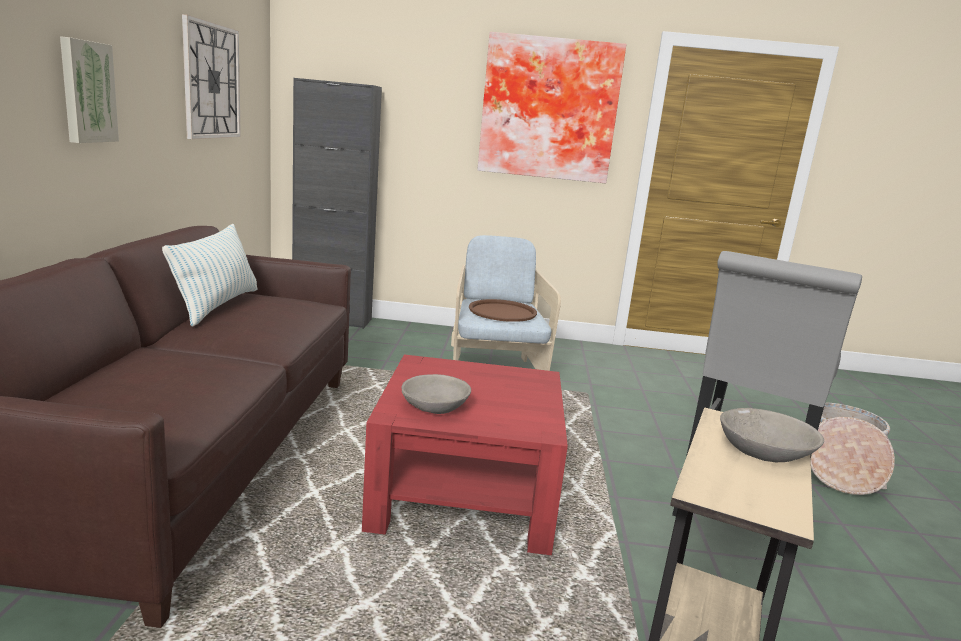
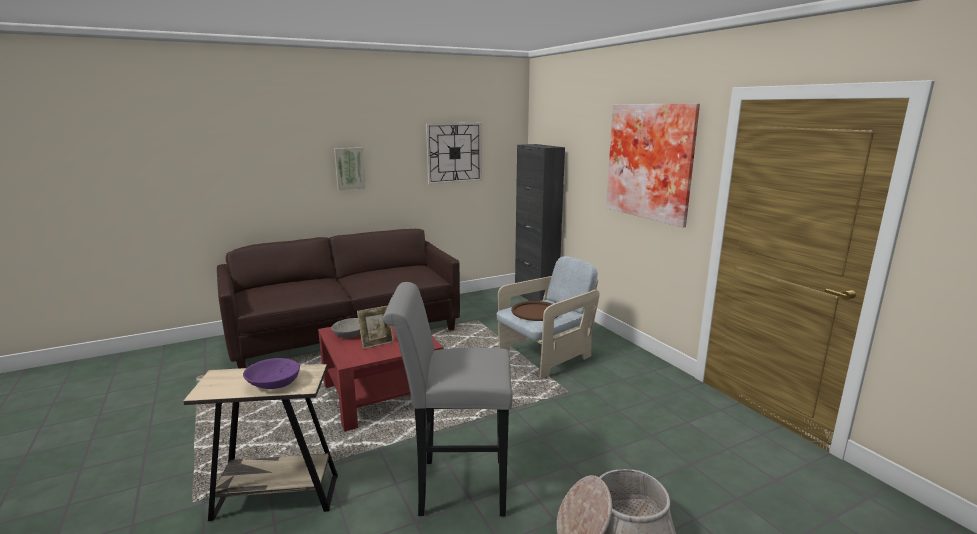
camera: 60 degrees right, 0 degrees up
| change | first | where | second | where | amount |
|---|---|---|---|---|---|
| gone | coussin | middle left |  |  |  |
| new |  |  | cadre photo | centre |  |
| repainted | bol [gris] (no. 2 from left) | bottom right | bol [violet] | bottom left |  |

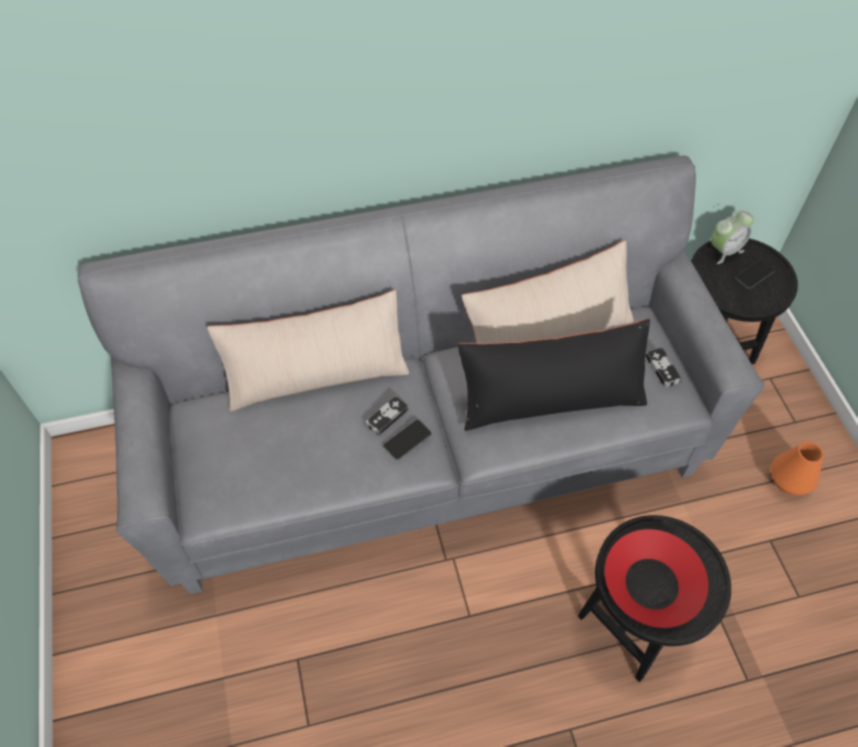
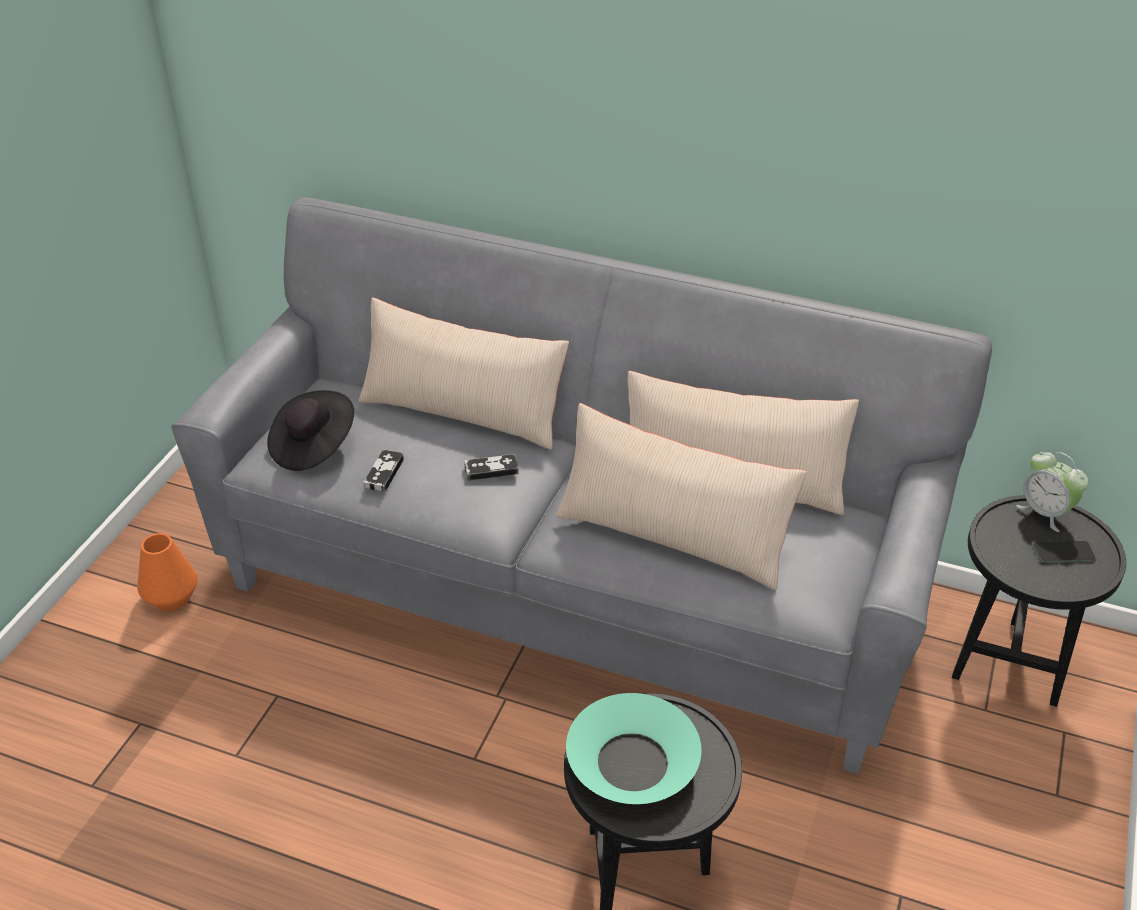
camera: 35 degrees right, 15 degrees down
| change | first | where | second | where | amount |
|---|---|---|---|---|---|
| gone | téléphone (no. 1 from left) | centre |  |  |  |
| new |  |  | chapeau [noir] | middle left |  |
| shifted | manette (no. 2 from left in the first image) | middle right | manette (no. 1 from left) | centre |  |
| shifted | vase [orange] | middle right |  | middle left |  |
| repainted | coussin [noir] | centre | coussin [beige] (no. 2 from left) | centre |  |
| repainted | bol [rouge] | bottom right | bol [turquoise] | bottom centre |  |
| rotated | réveil | top right |  | middle right | 45 degrees clockwise |

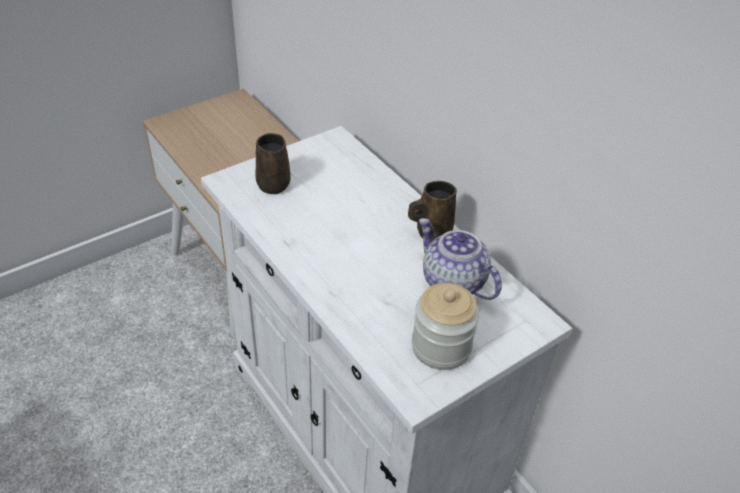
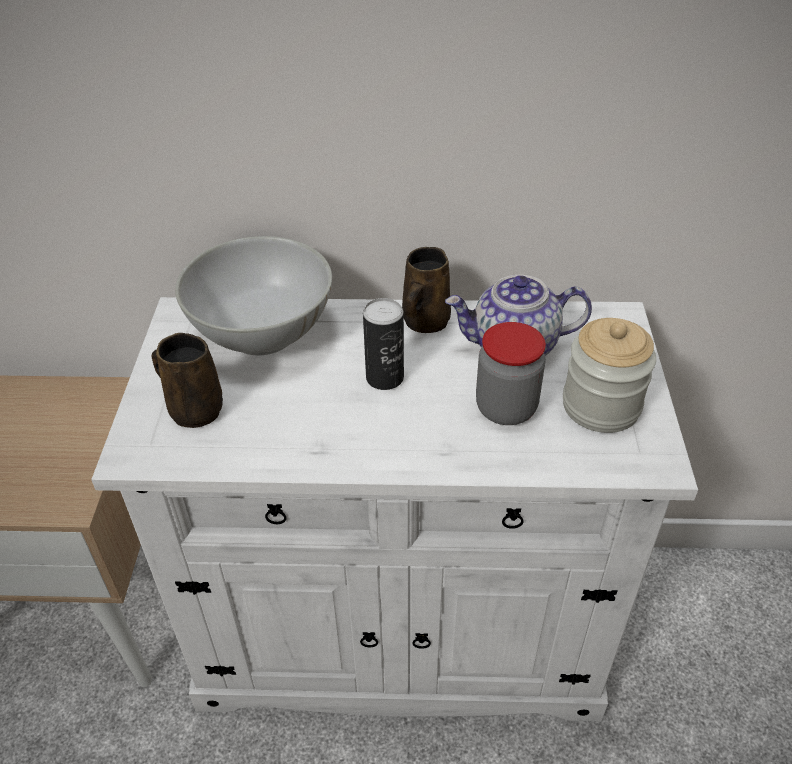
camera: 50 degrees left, 0 degrees up
| change | first | where | second | where | amount |
|---|---|---|---|---|---|
| new |  |  | bol [blanc] | middle left |  |
| new |  |  | boîte métallique | centre |  |
| new |  |  | bocal (no. 1 from left) | centre |  |

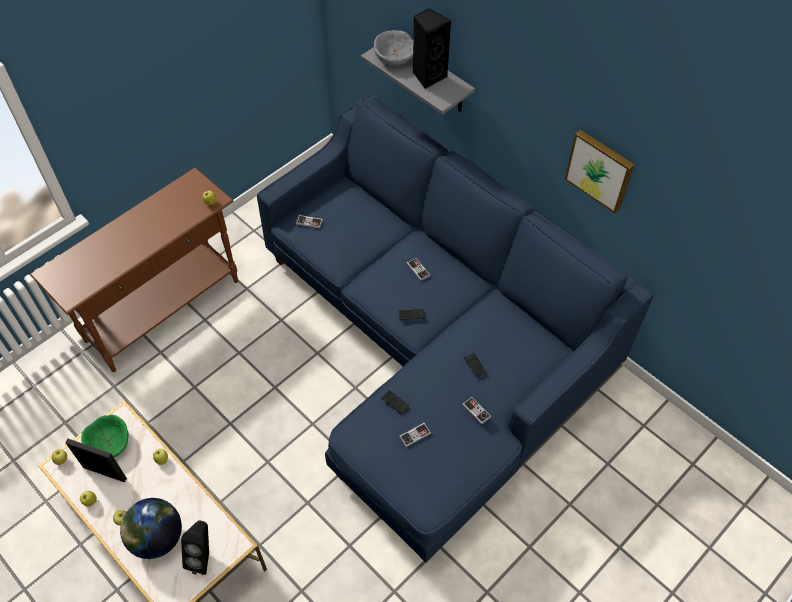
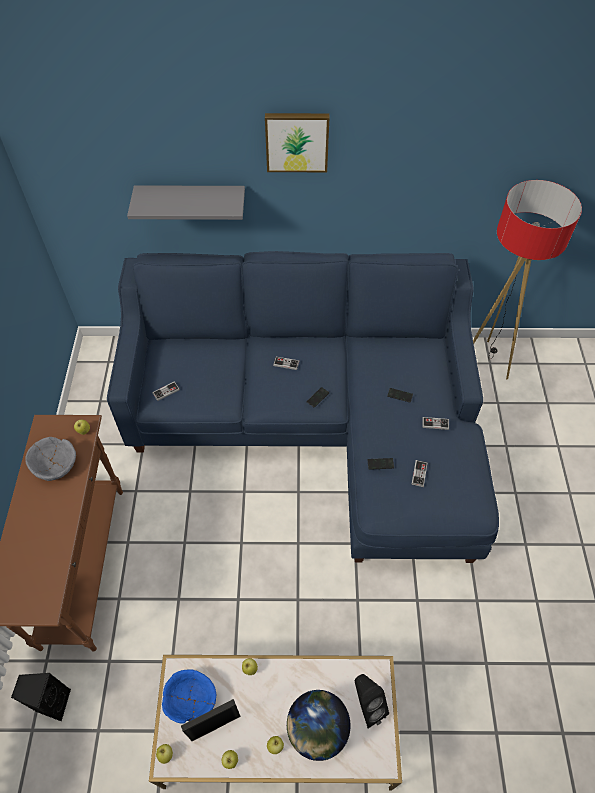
camera: 45 degrees left, 0 degrees up
| change | first | where | second | where | amount |
|---|---|---|---|---|---|
| new |  |  | lampadaire | middle right |  |
| shifted | bol [gris] | top centre |  | middle left |  |
| shifted | enceinte [noir] (no. 2 from left in the first image) | top centre | enceinte [noir] (no. 1 from left) | bottom left |  |
| shifted | tableau | top right |  | top centre |  |
| repainted | bol [vert] | bottom left | bol [bleu] | bottom left |  |

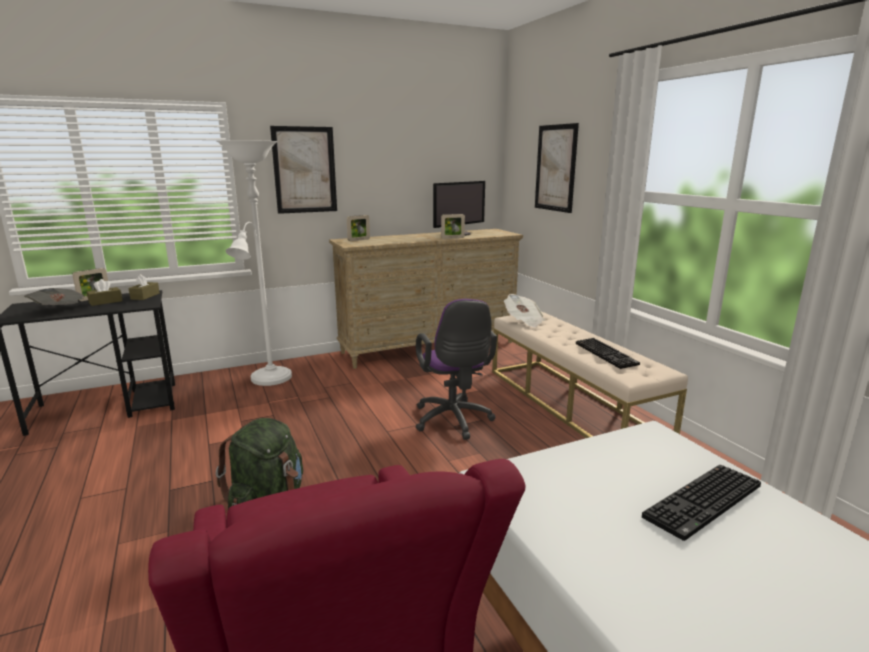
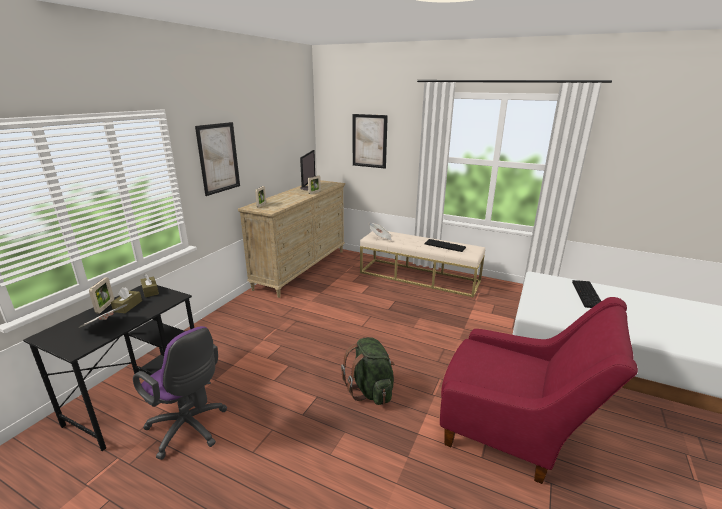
camera: 40 degrees left, 5 degrees up
| change | first | where | second | where | amount |
|---|---|---|---|---|---|
| gone | lampadaire [blanc] | middle left |  |  |  |
| shifted | chaise de bureau [violet] | centre |  | bottom left |  |

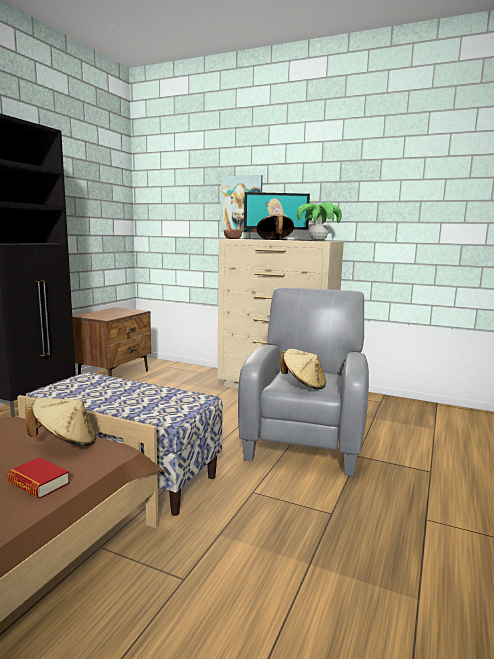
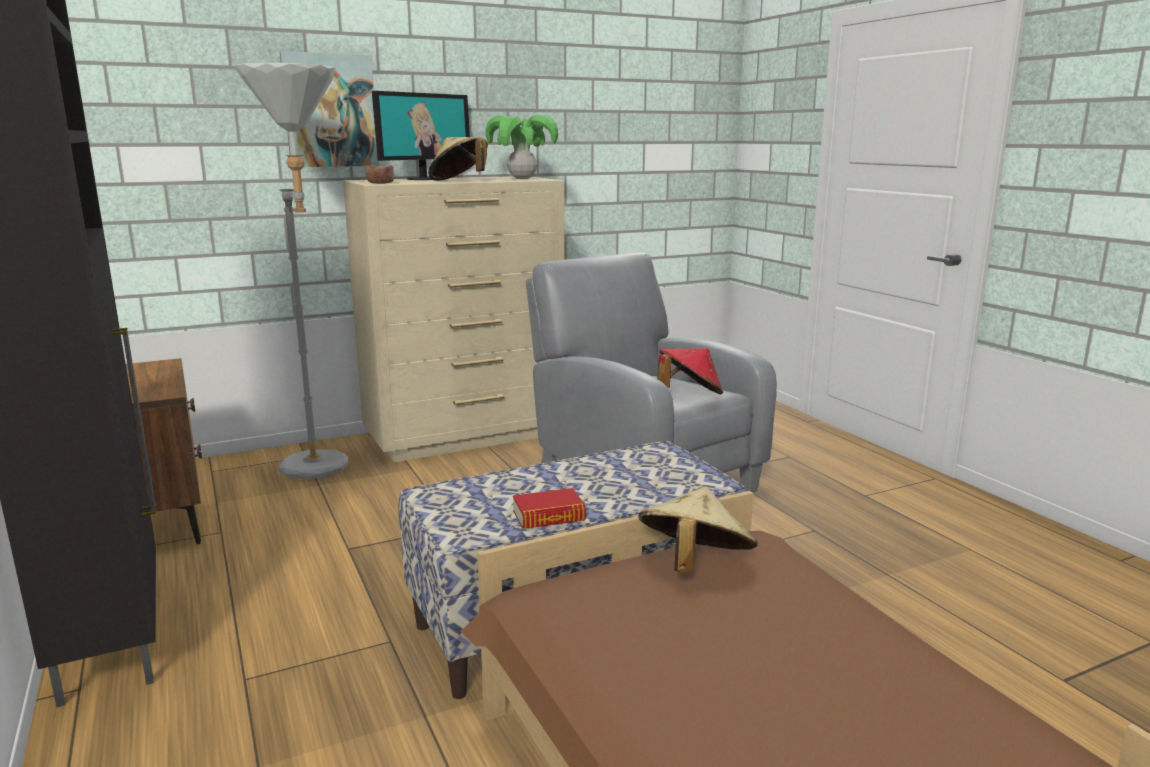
camera: 50 degrees left, 5 degrees up
| change | first | where | second | where | amount |
|---|---|---|---|---|---|
| new |  |  | lampadaire [gris] | middle left |  |
| shifted | livre | bottom left |  | centre |  |
| repainted | chapeau [beige] (no. 3 from left) | centre | chapeau [rouge] | centre |  |

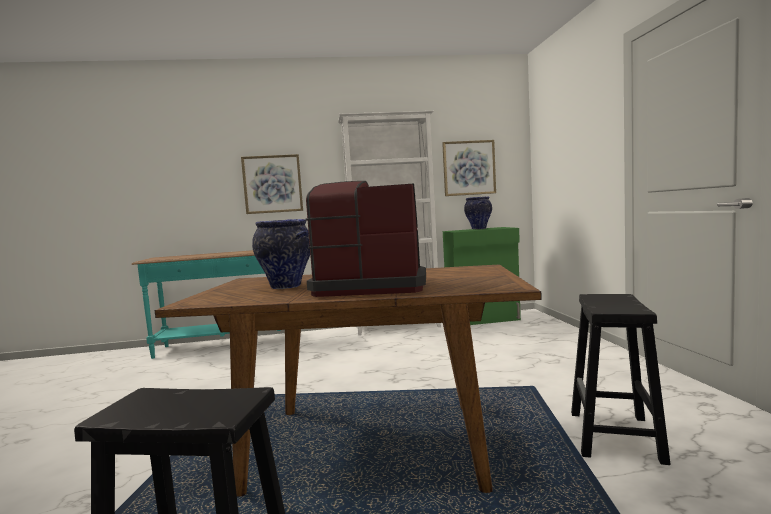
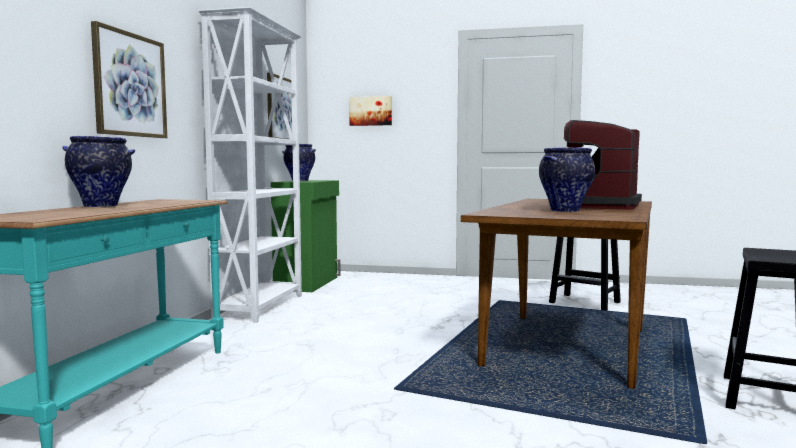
camera: 70 degrees left, 0 degrees up
| change | first | where | second | where | amount |
|---|---|---|---|---|---|
| new |  |  | vase (no. 1 from left) | middle left |  |
| new |  |  | tableau (no. 3 from left) | top centre |  |

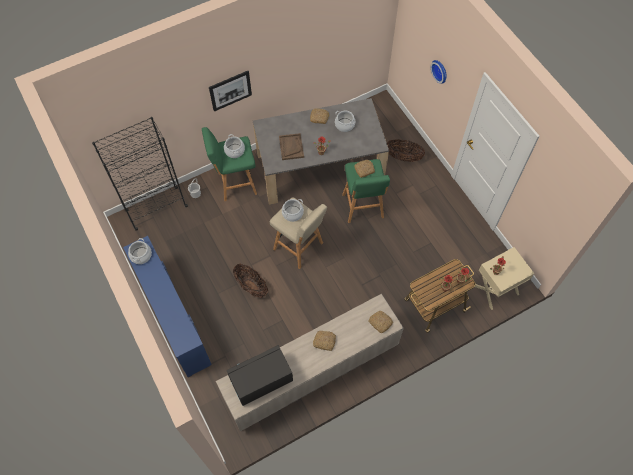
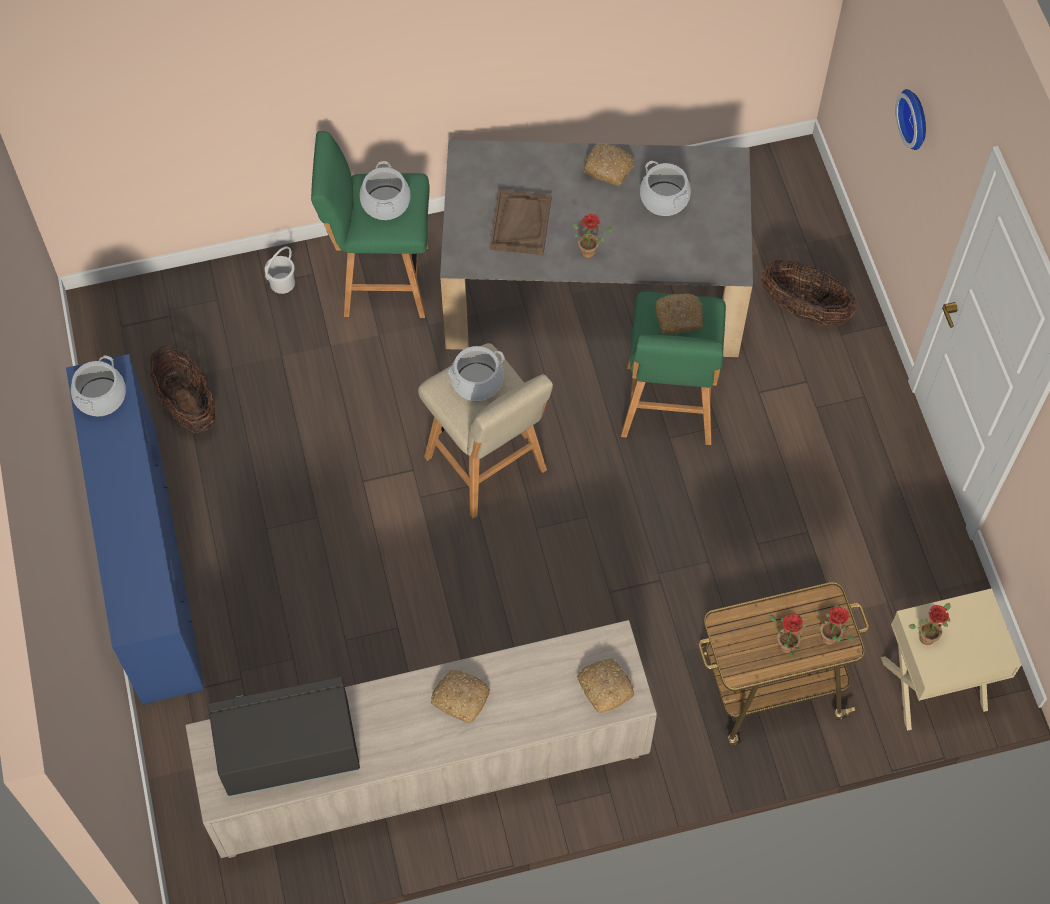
camera: 15 degrees right, 0 degrees up
| change | first | where | second | where | amount |
|---|---|---|---|---|---|
| gone | bibliothèque [noir] | middle left |  |  |  |
| gone | tableau | top centre |  |  |  |
| shifted | panier (no. 1 from left) | centre |  | middle left |  |

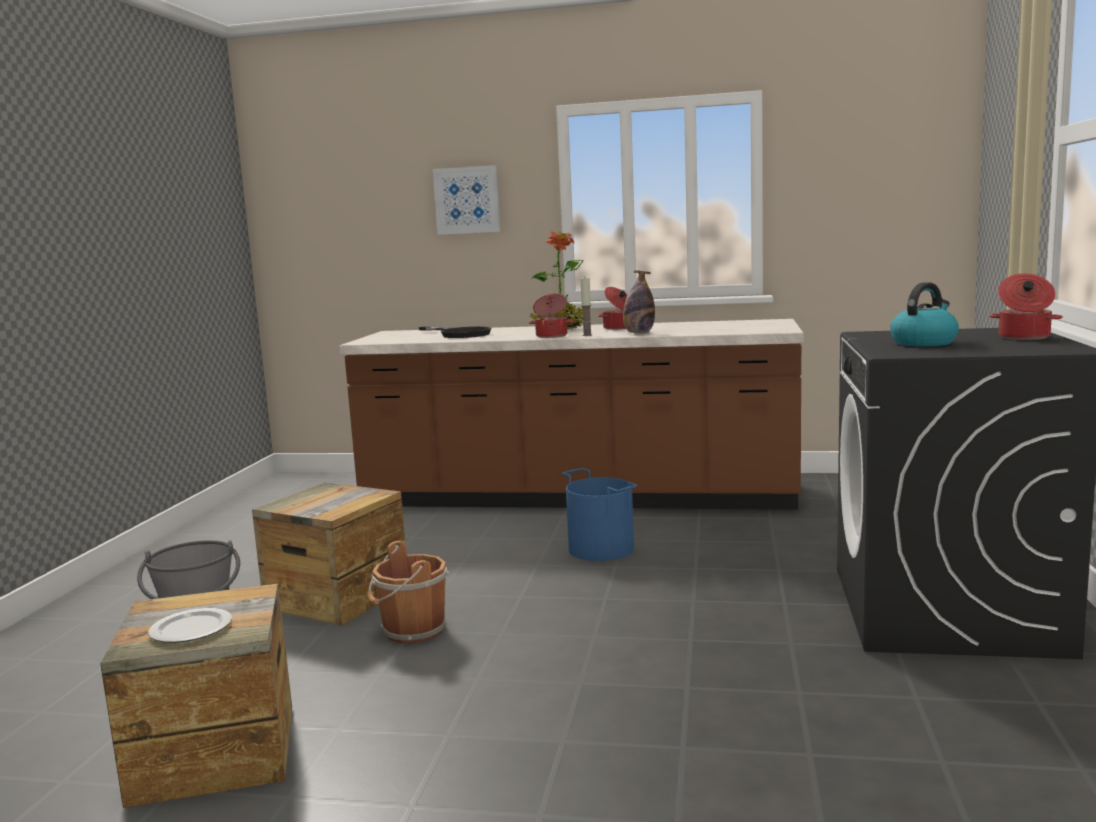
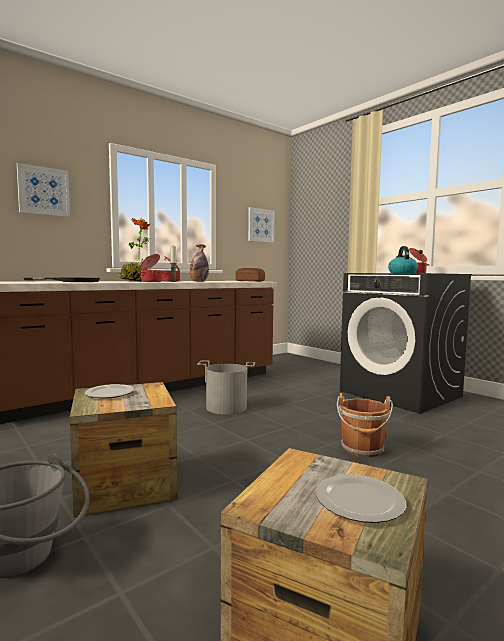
camera: 50 degrees left, 5 degrees down
| change | first | where | second | where | amount |
|---|---|---|---|---|---|
| new |  |  | assiette (no. 1 from left) | middle left |  |
| new |  |  | pain | centre |  |
| new |  |  | tableau (no. 2 from left) | centre |  |
| shifted | seau [marron] | bottom centre |  | middle right |  |
| repainted | seau [bleu] | centre | seau [gris] (no. 2 from left) | centre |  |

